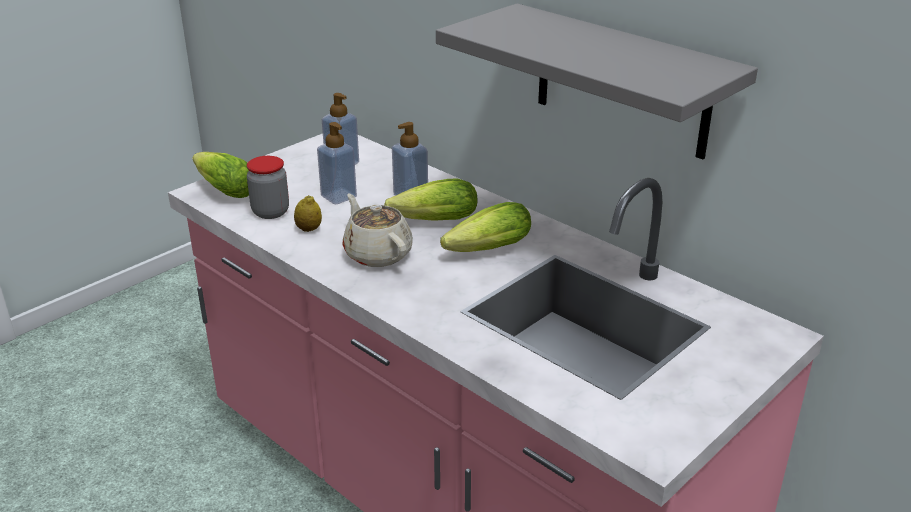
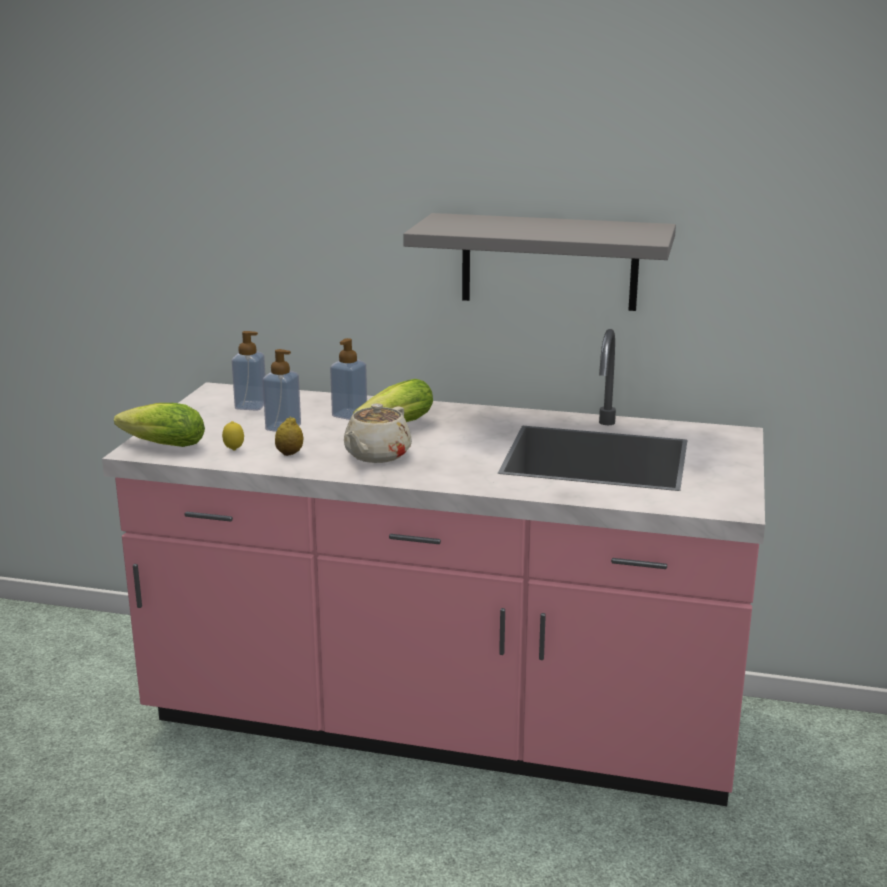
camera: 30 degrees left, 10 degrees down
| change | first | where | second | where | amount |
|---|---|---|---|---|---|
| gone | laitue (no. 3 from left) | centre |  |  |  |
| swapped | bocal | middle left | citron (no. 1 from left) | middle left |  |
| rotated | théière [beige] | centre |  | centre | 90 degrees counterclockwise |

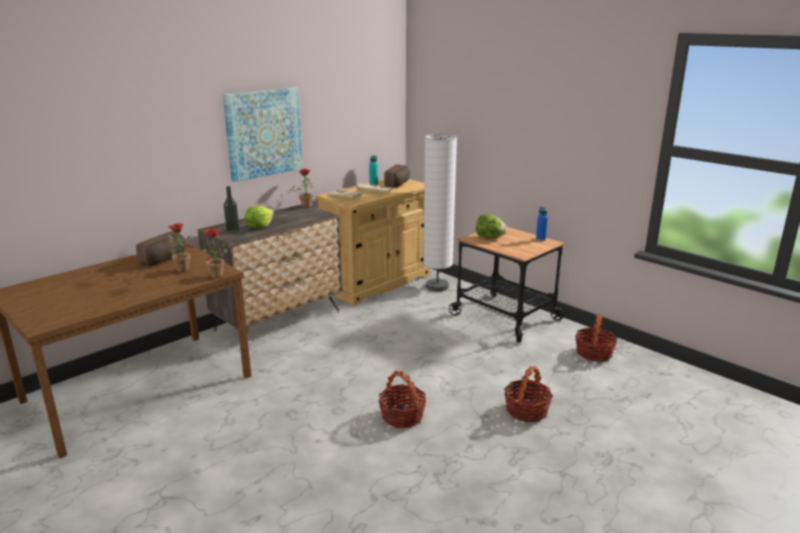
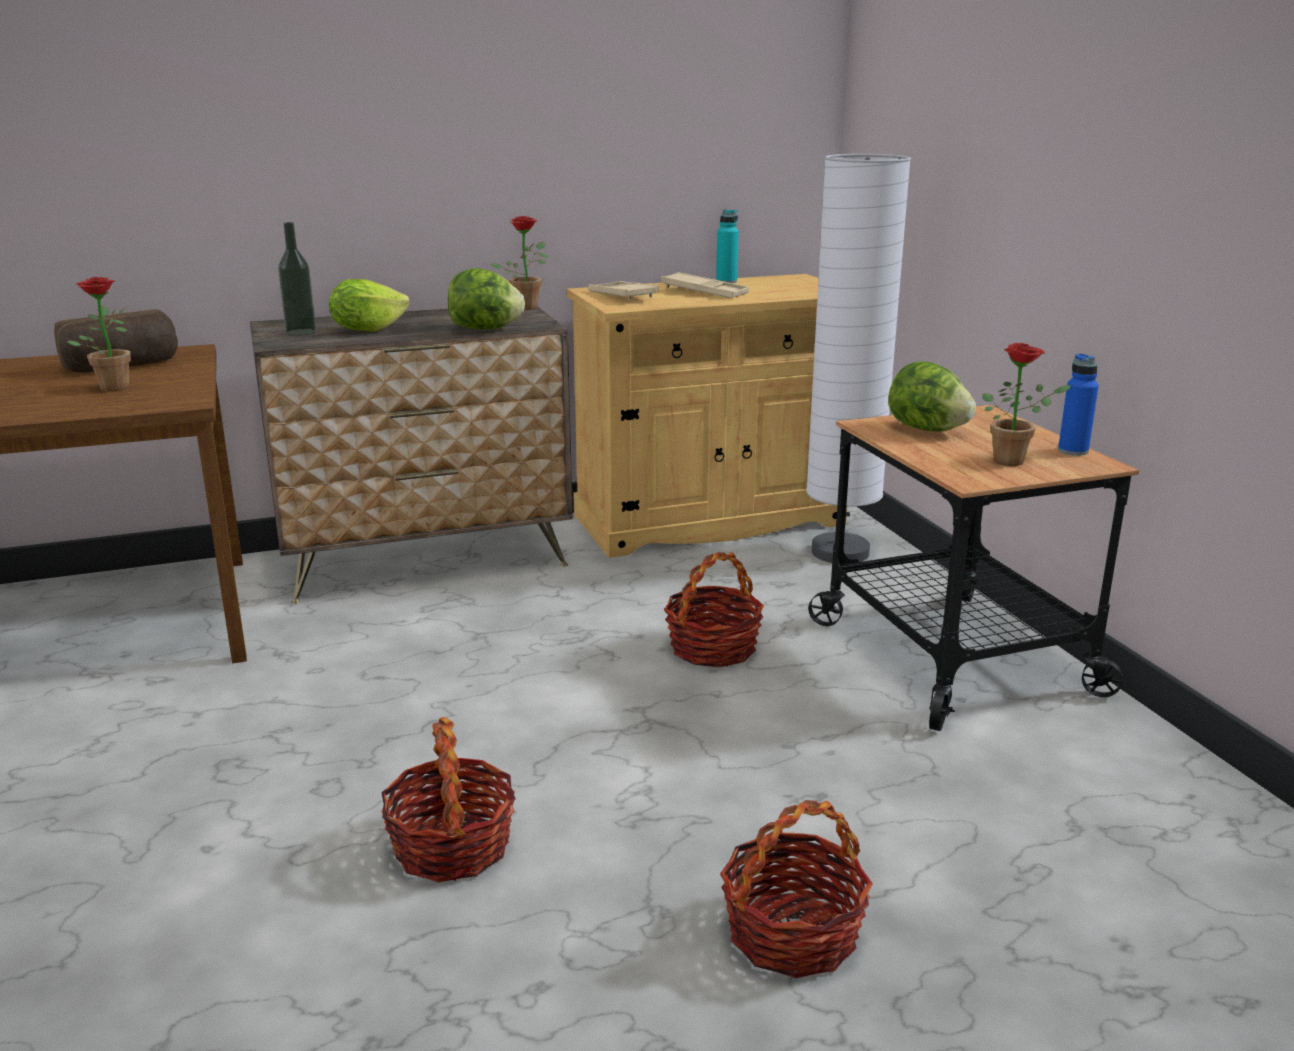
camera: 25 degrees right, 0 degrees up
| change | first | where | second | where | amount |
|---|---|---|---|---|---|
| gone | tableau | top left |  |  |  |
| gone | pain (no. 2 from left) | top centre |  |  |  |
| new |  |  | laitue (no. 2 from left) | top centre |  |
| shifted | plante en pot (no. 2 from left in the first image) | middle left | plante en pot (no. 3 from left) | middle right |  |
| shifted | panier (no. 3 from left in the first image) | middle right | panier (no. 2 from left) | centre |  |

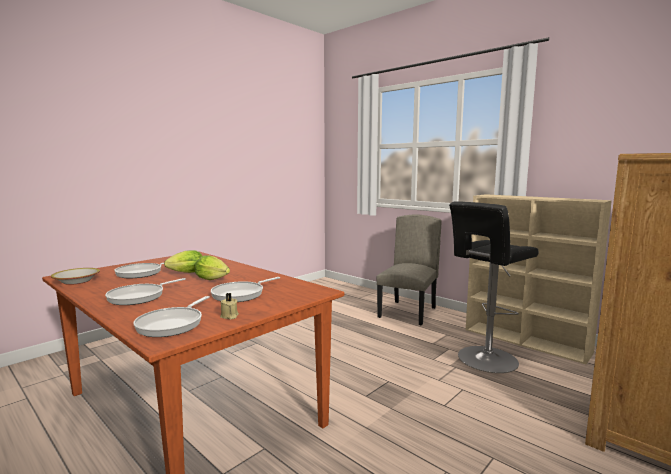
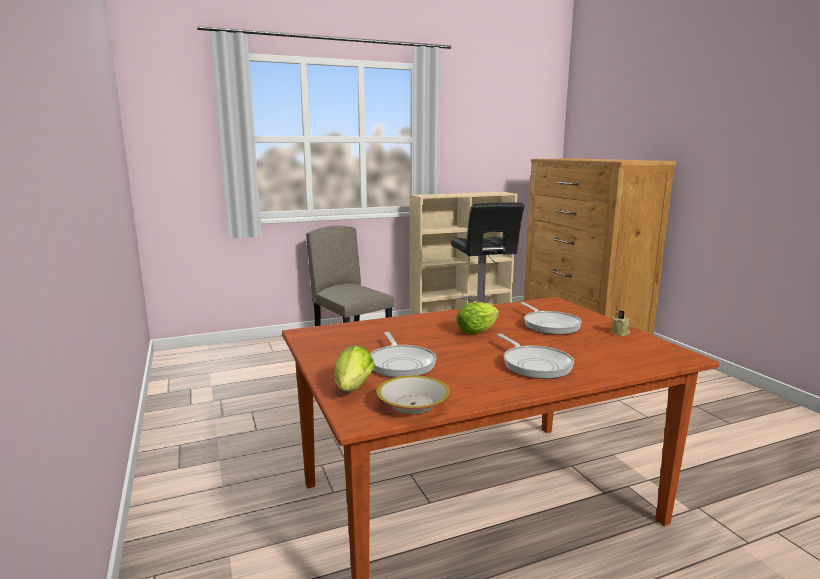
camera: 65 degrees left, 5 degrees up
| change | first | where | second | where | amount |
|---|---|---|---|---|---|
| gone | poêle (no. 3 from left) | bottom left |  |  |  |
| shifted | laitue (no. 1 from left) | middle left |  | centre |  |

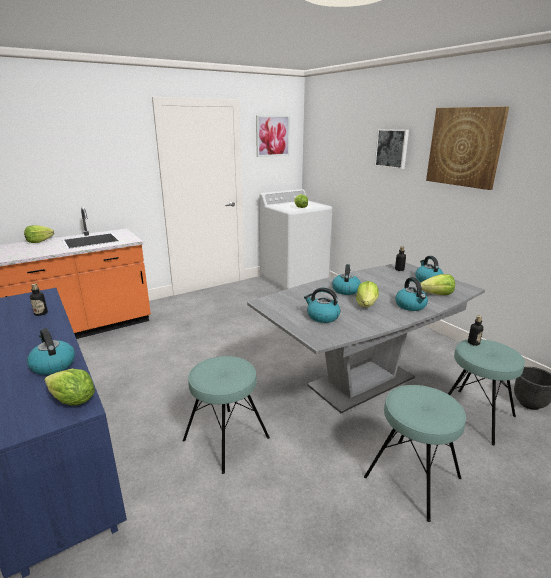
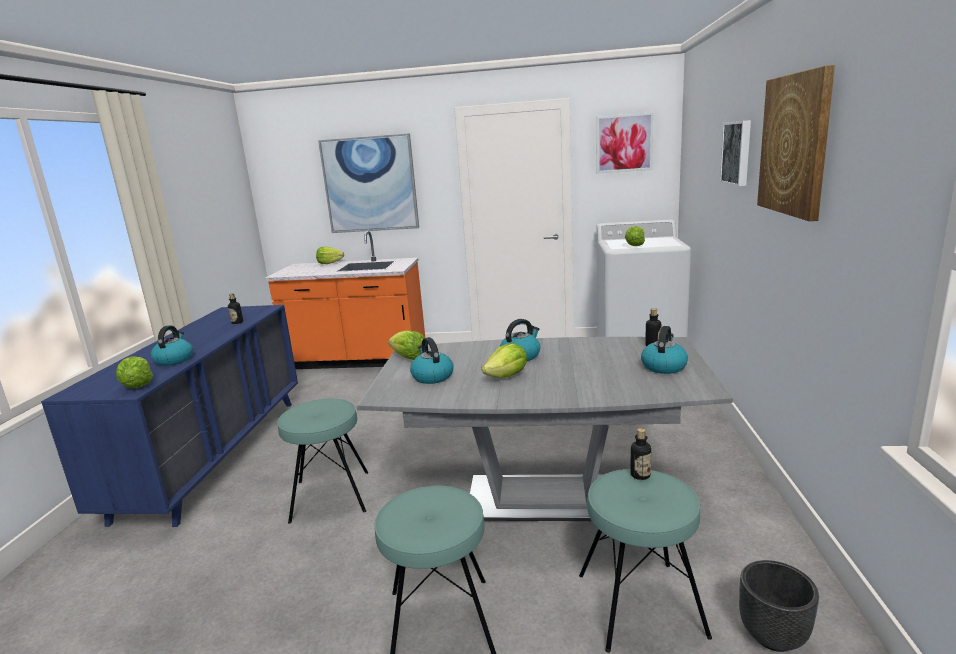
camera: 40 degrees right, 5 degrees down
| change | first | where | second | where | amount |
|---|---|---|---|---|---|
| gone | bouilloire (no. 4 from left) | middle right |  |  |  |
| new |  |  | tableau (no. 1 from left) | top centre |  |
| shifted | laitue (no. 5 from left in the first image) | middle right | laitue (no. 3 from left) | centre |  |

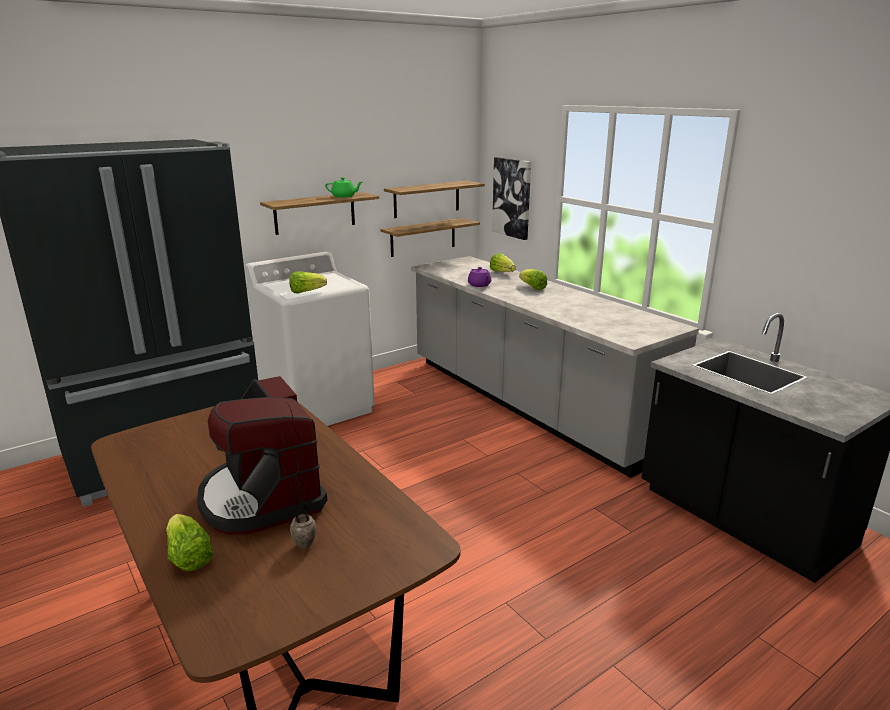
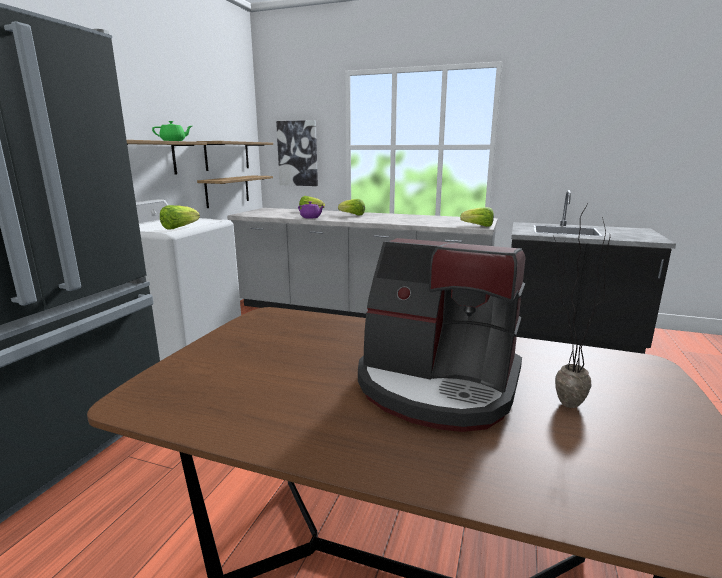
camera: 35 degrees left, 5 degrees down
| change | first | where | second | where | amount |
|---|---|---|---|---|---|
| shifted | laitue (no. 1 from left in the first image) | bottom left | laitue (no. 4 from left) | centre |  |

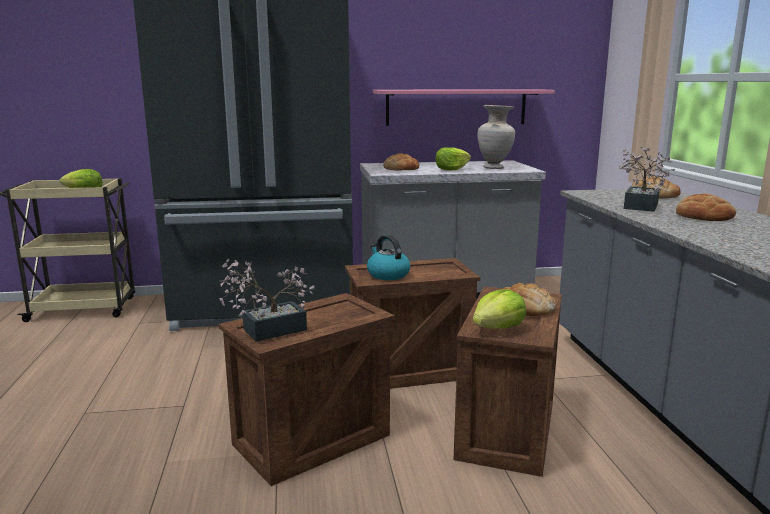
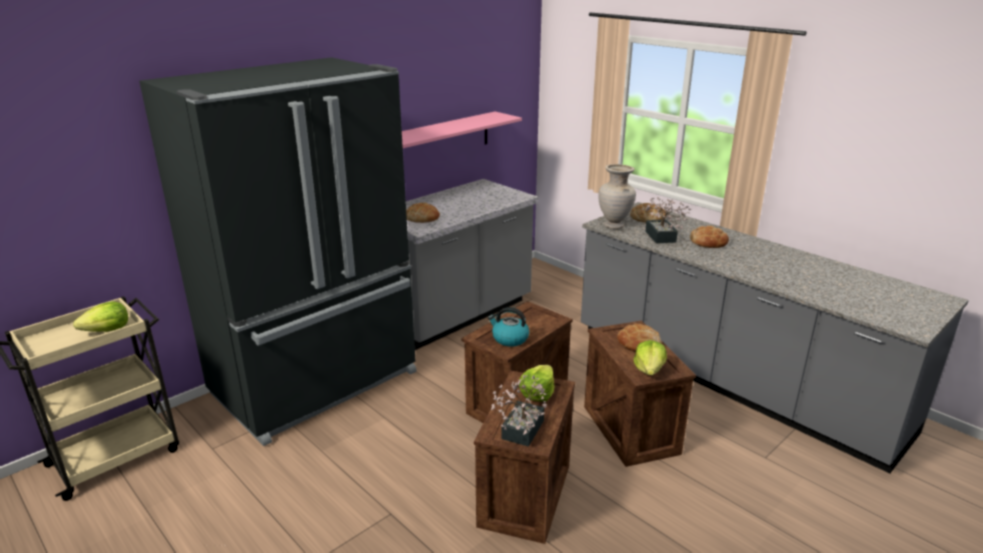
camera: 35 degrees left, 10 degrees up
| change | first | where | second | where | amount |
|---|---|---|---|---|---|
| shifted | laitue (no. 2 from left) | top centre |  | bottom centre |  |
| shifted | vase [beige] | top centre |  | centre |  |

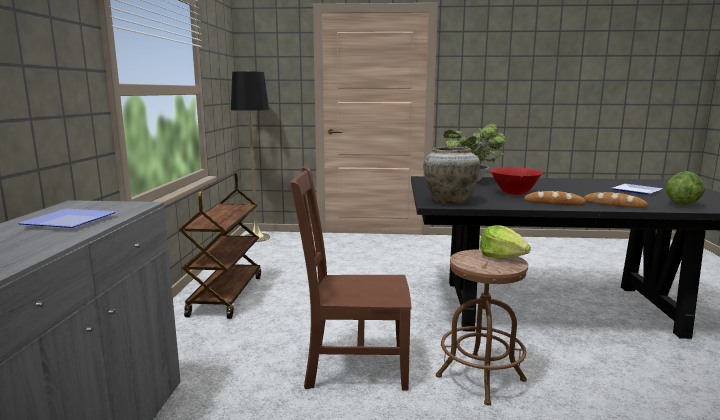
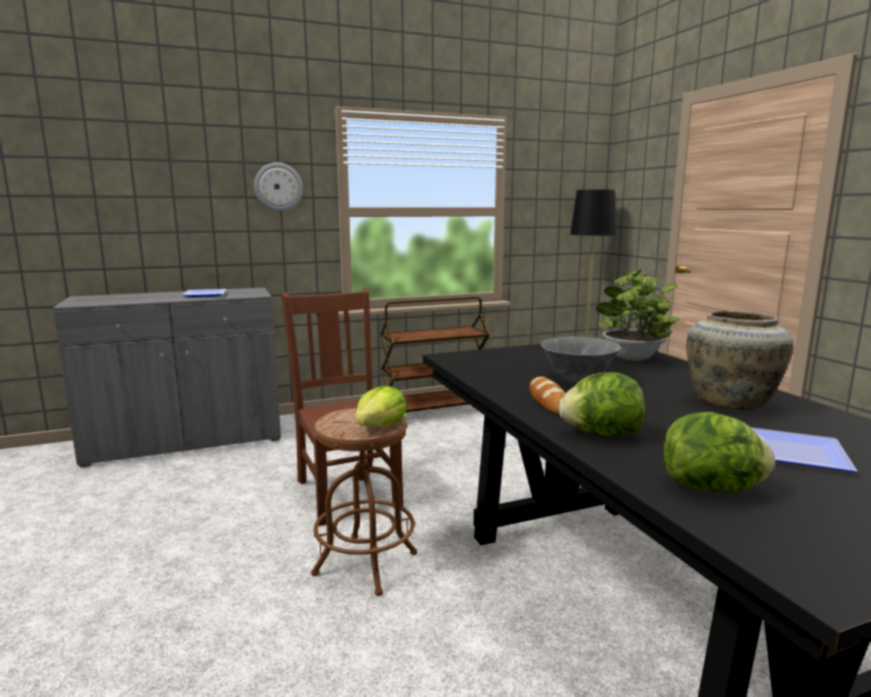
camera: 65 degrees right, 0 degrees up
| change | first | where | second | where | amount |
|---|---|---|---|---|---|
| new |  |  | horloge murale | top left |  |
| shifted | vase [beige] | centre |  | middle right |  |
| swapped | pain (no. 2 from left) | middle right | laitue (no. 2 from left) | middle right |  |
| repainted | bol [rouge] | middle right | bol [gris] | middle right |  |

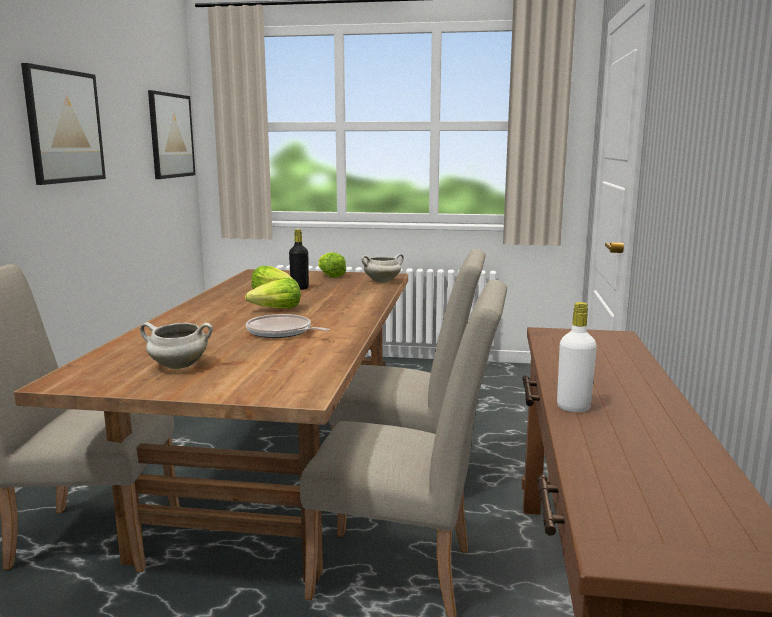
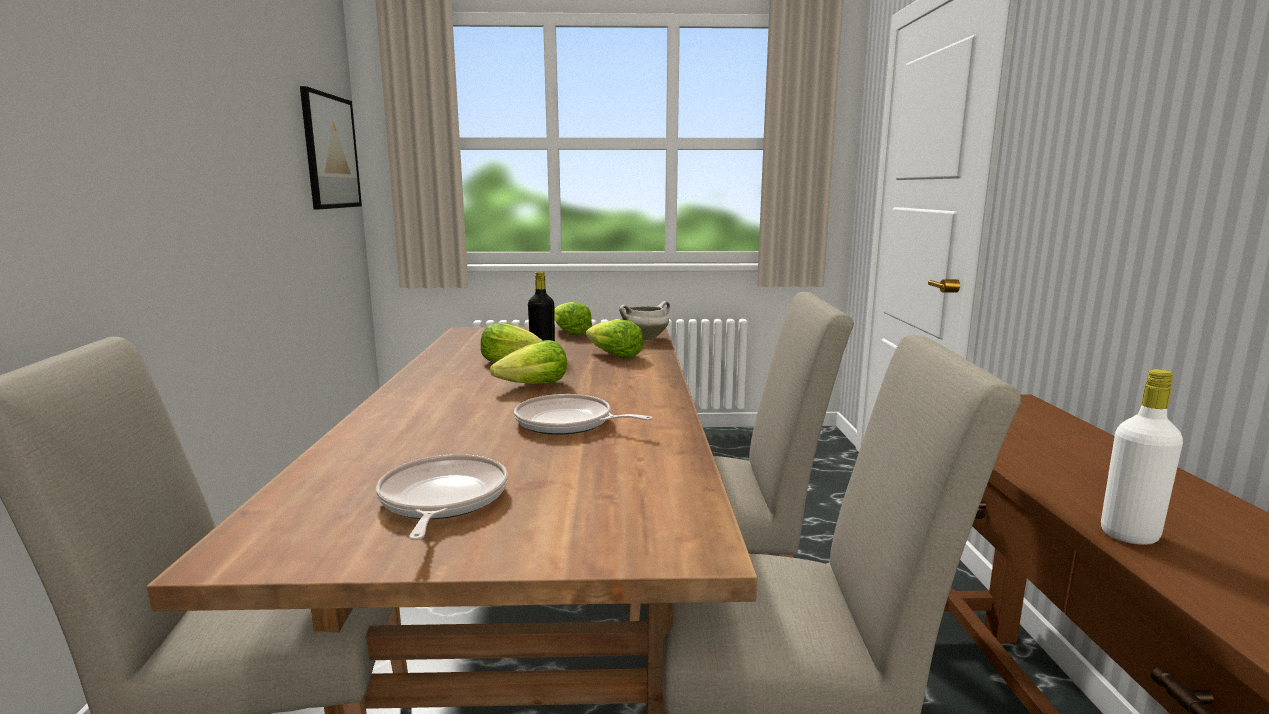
camera: 10 degrees left, 0 degrees up
| change | first | where | second | where | amount |
|---|---|---|---|---|---|
| gone | tableau (no. 1 from left) | top left |  |  |  |
| new |  |  | laitue (no. 4 from left) | centre |  |
| swapped | marmite [blanc] (no. 1 from left) | middle left | poêle (no. 1 from left) | bottom centre |  |

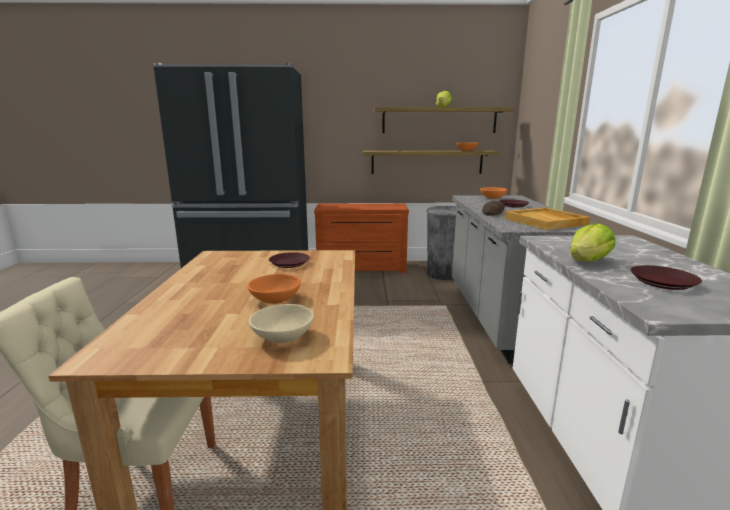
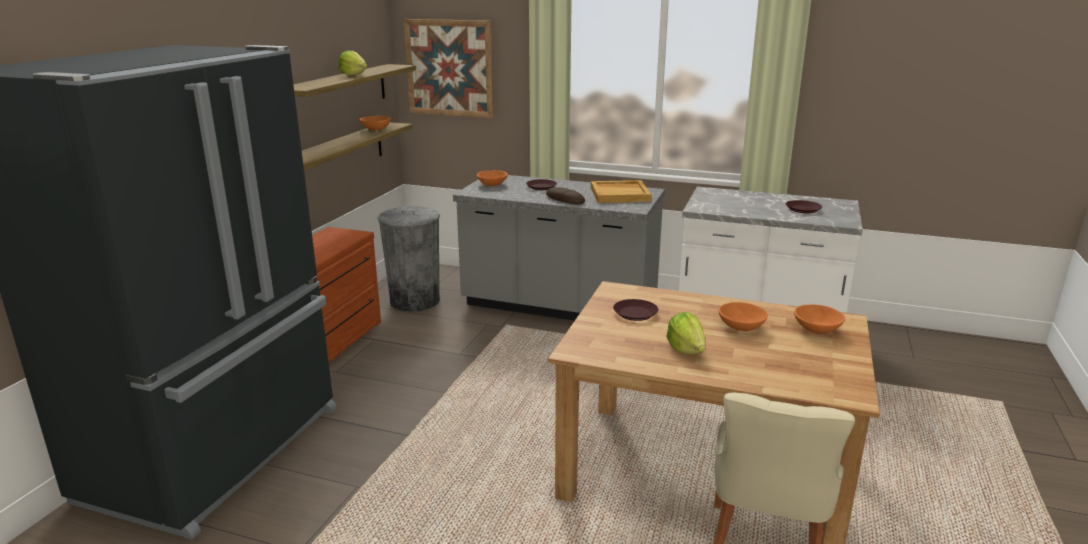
camera: 70 degrees left, 5 degrees up
| change | first | where | second | where | amount |
|---|---|---|---|---|---|
| new |  |  | tableau | top centre |  |
| shifted | laitue (no. 2 from left) | middle right |  | centre |  |
| repainted | bol [beige] | centre | bol [orange] (no. 4 from left) | middle right |  |

